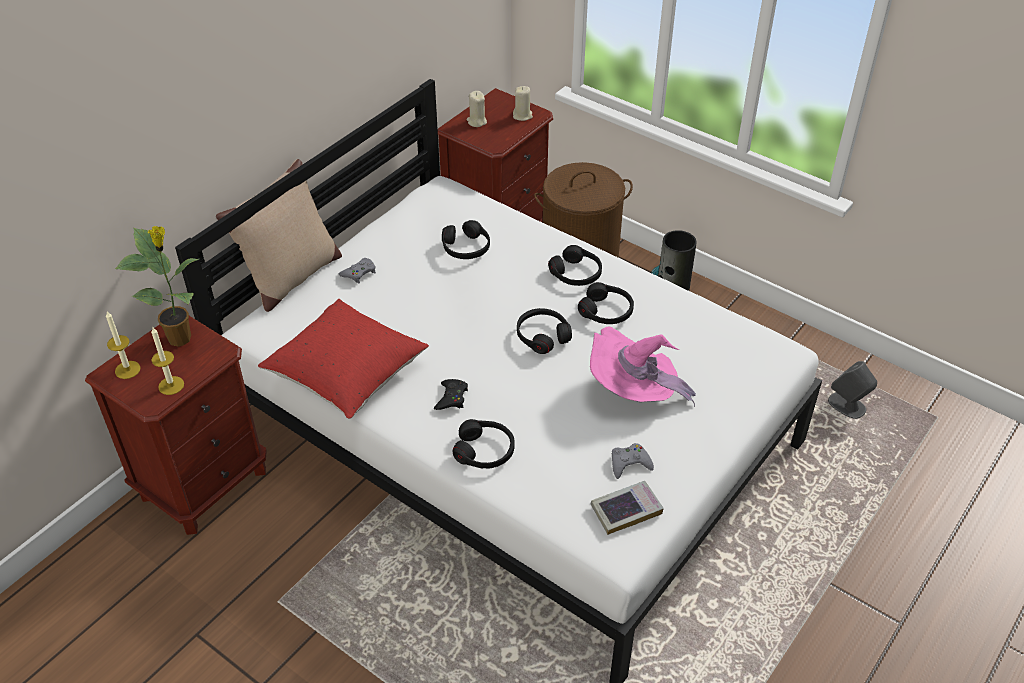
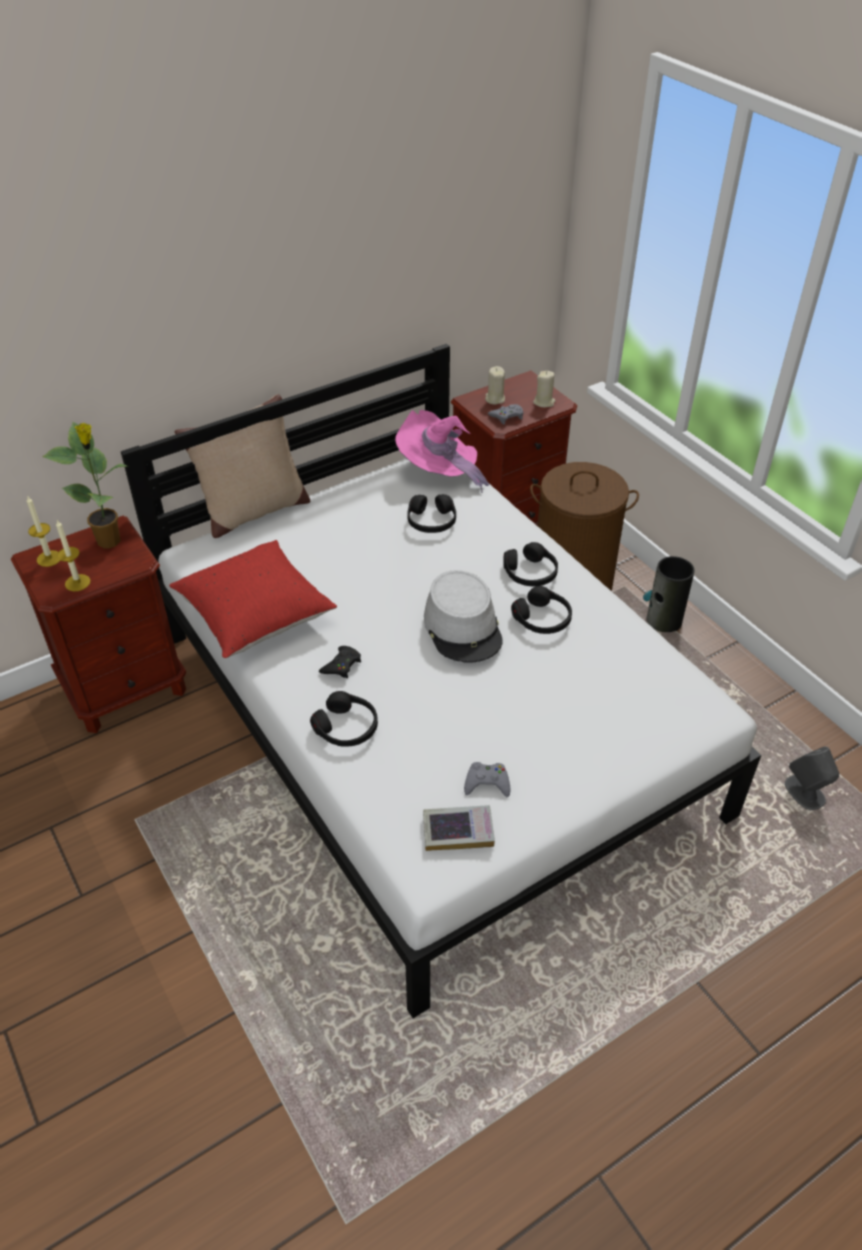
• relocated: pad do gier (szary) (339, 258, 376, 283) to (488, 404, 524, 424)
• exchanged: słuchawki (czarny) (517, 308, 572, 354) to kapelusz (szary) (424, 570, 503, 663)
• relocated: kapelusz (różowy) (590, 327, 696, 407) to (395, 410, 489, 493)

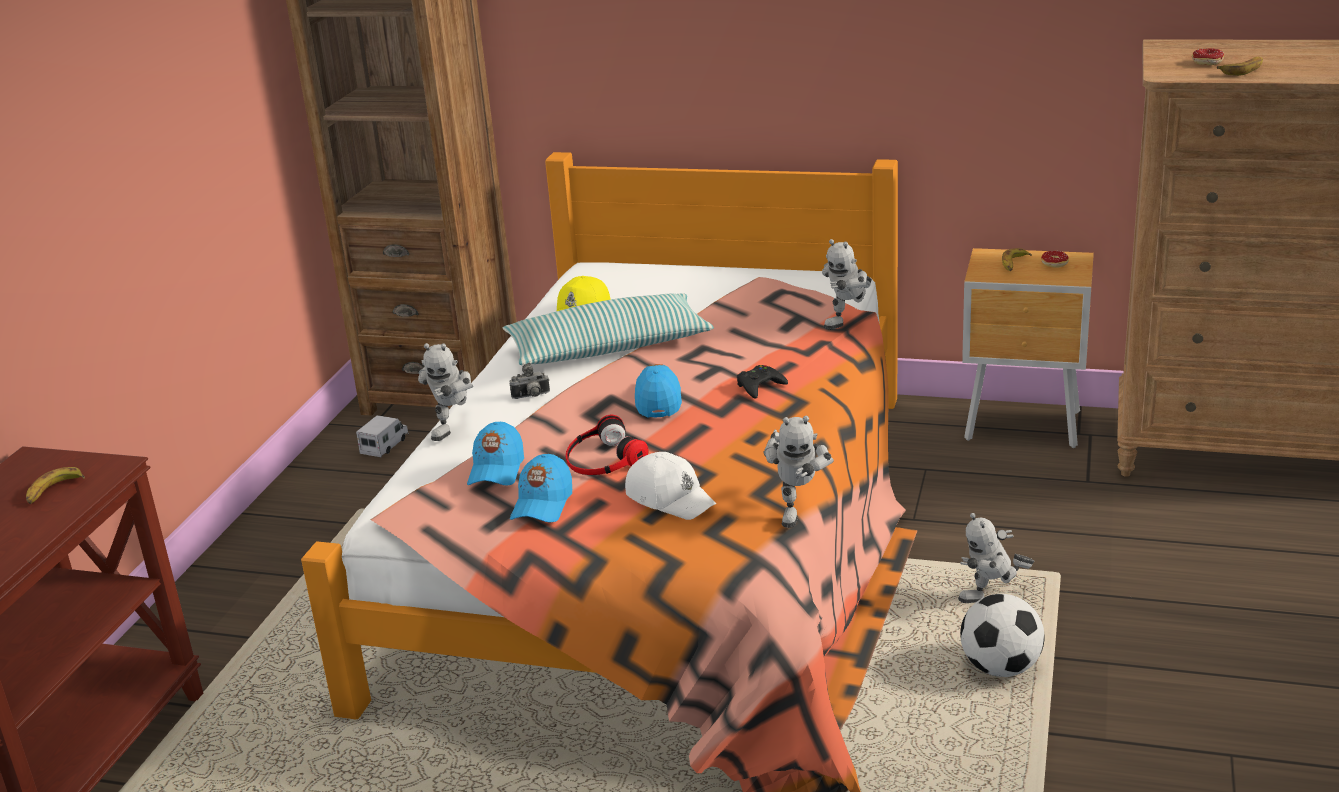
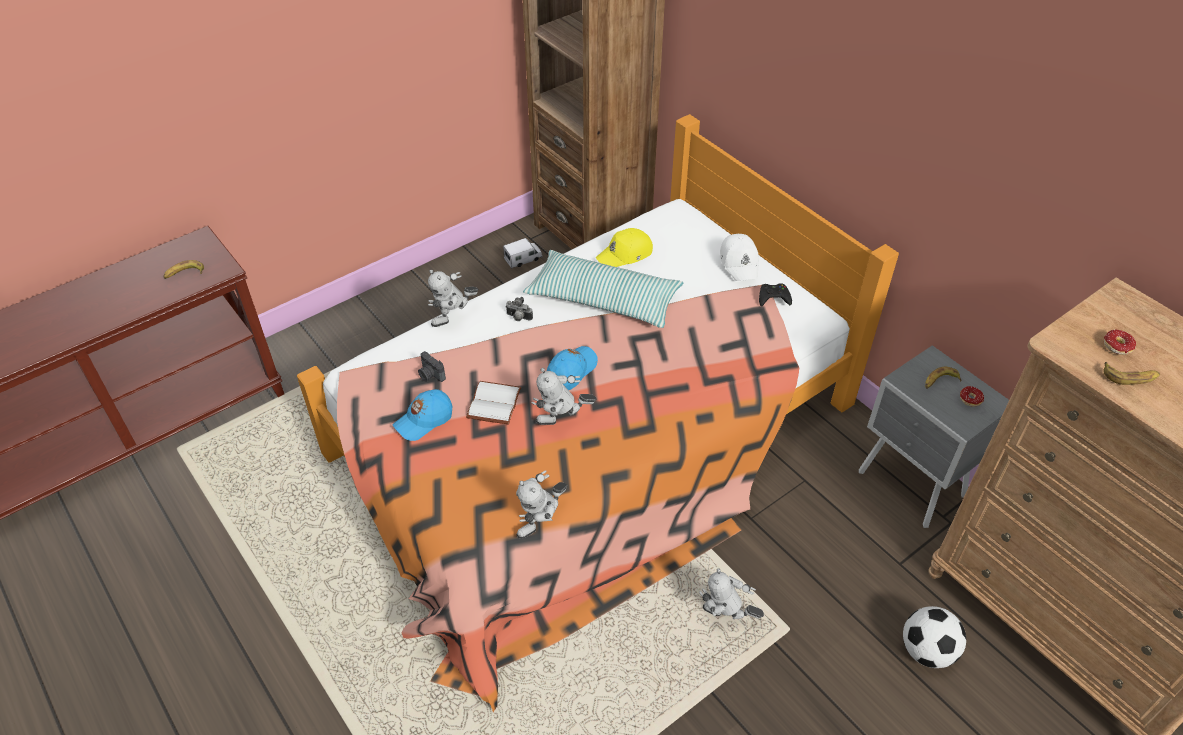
• relocated: robot zabawkowy (822, 239, 872, 330) to (531, 368, 597, 425)
• colour: szafka nocna (brązowy) (962, 248, 1094, 448) to szafka nocna (szary) (859, 345, 1009, 528)
• relocated: pad do gier (czarny) (737, 365, 788, 399) to (759, 283, 792, 306)
• exchanged: słuchawki (566, 415, 649, 475) to książka (biały) (466, 381, 521, 425)
• exchanged: czapka z daszkiem (niebieski) (467, 422, 524, 486) to aparat fotograficzny (418, 351, 446, 382)
• relocated: czapka z daszkiem (biały) (625, 452, 717, 520) to (720, 234, 759, 281)
• relocated: piłka futbolowa (960, 594, 1045, 677) to (903, 606, 966, 668)

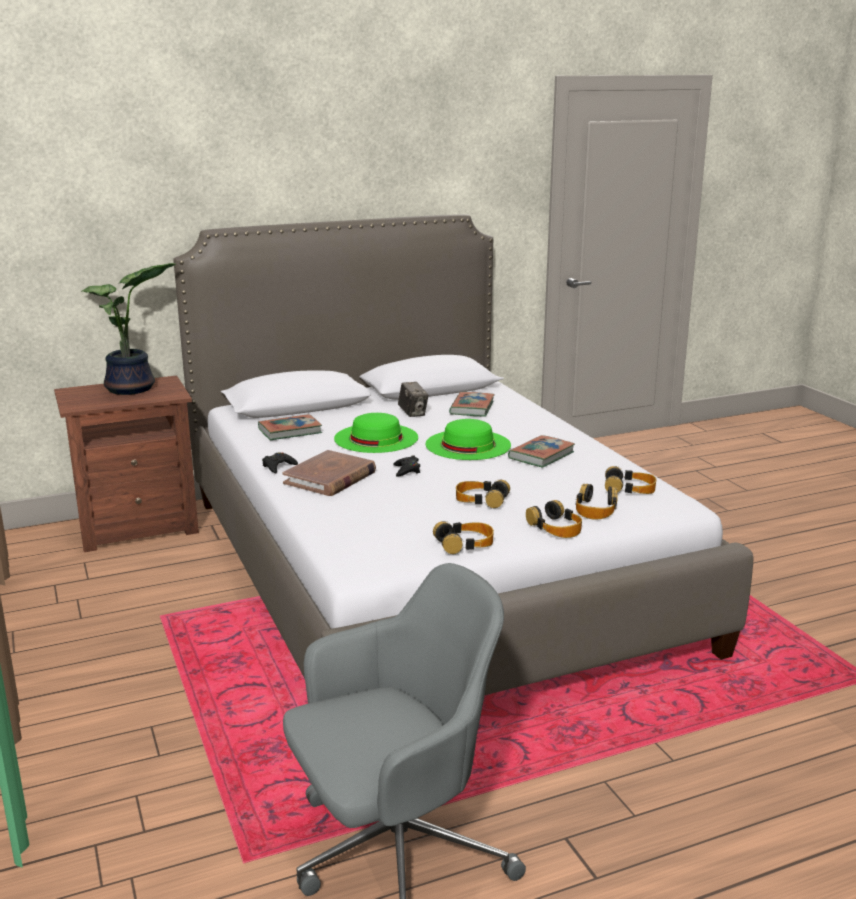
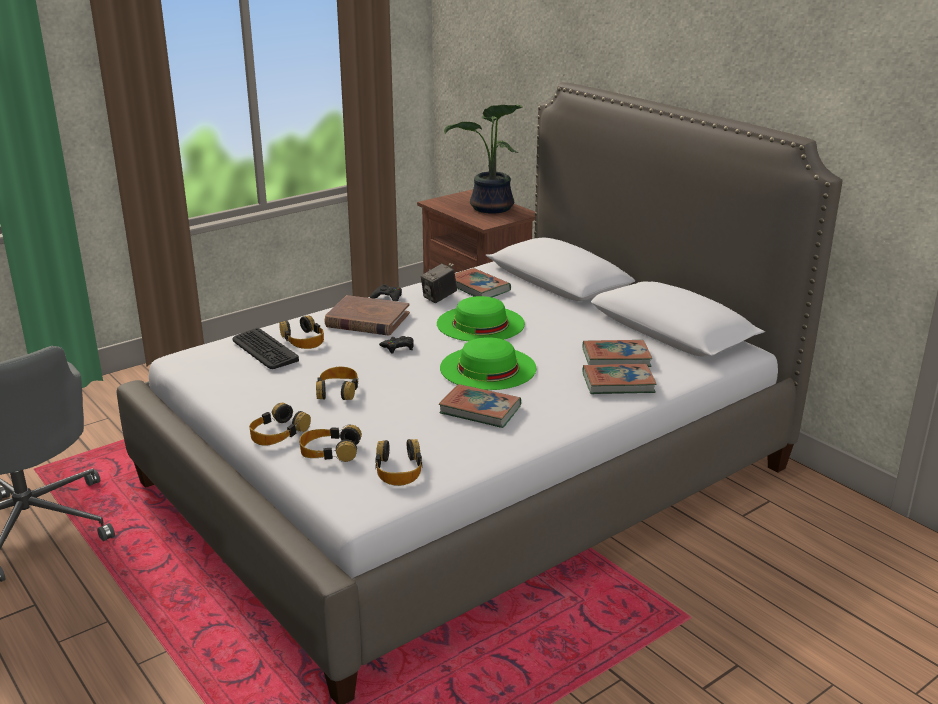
• relocated: aparat fotograficzny (398, 382, 429, 417) to (421, 263, 457, 303)
• relocated: słuchawki (433, 521, 494, 554) to (279, 315, 324, 349)
• appeared: klawiatura (232, 328, 299, 369)
• appeared: książka (583, 363, 656, 394)

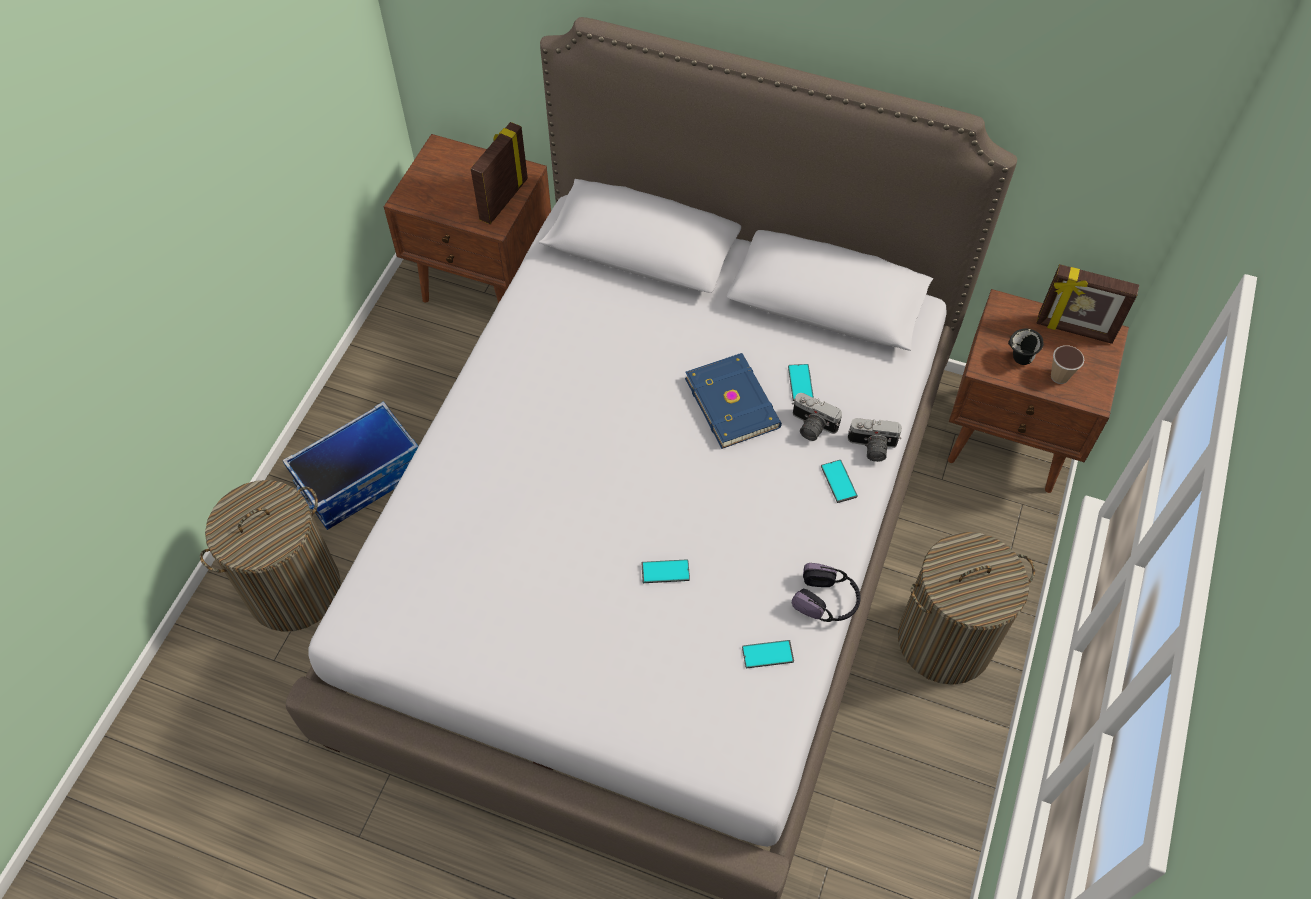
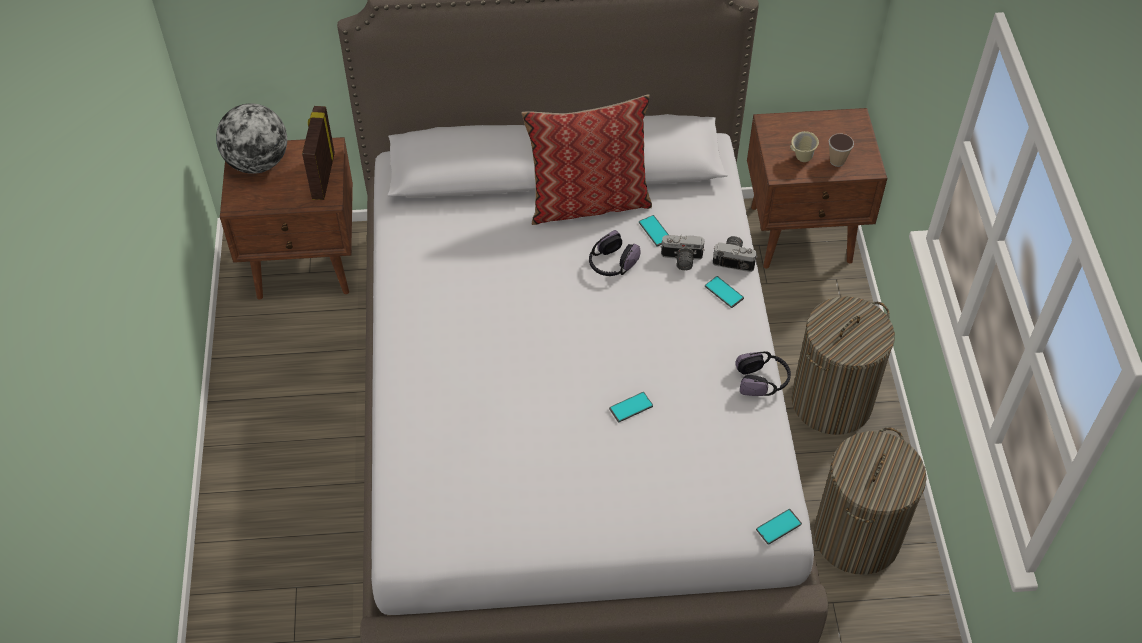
• missing: ramka na zdjęcie (1036, 264, 1139, 344)
• colour: kubek (czarny) (1008, 329, 1044, 365) to kubek (beżowy) (790, 131, 819, 162)
• exchanged: książka (niebieski) (685, 353, 782, 449) to słuchawki (589, 230, 641, 276)
• missing: pojemnik do przechowywania (282, 401, 419, 530)
• spun: aparat fotograficzny (848, 418, 902, 462) = (713, 236, 758, 272) 150 degrees counterclockwise
• relocated: kosz na pranie (200, 480, 341, 632) to (814, 427, 927, 575)
• relocated: telefon (742, 640, 794, 668) to (756, 509, 802, 545)
• appeared: poduszka (522, 94, 652, 225)
• appeared: globus (216, 103, 287, 174)

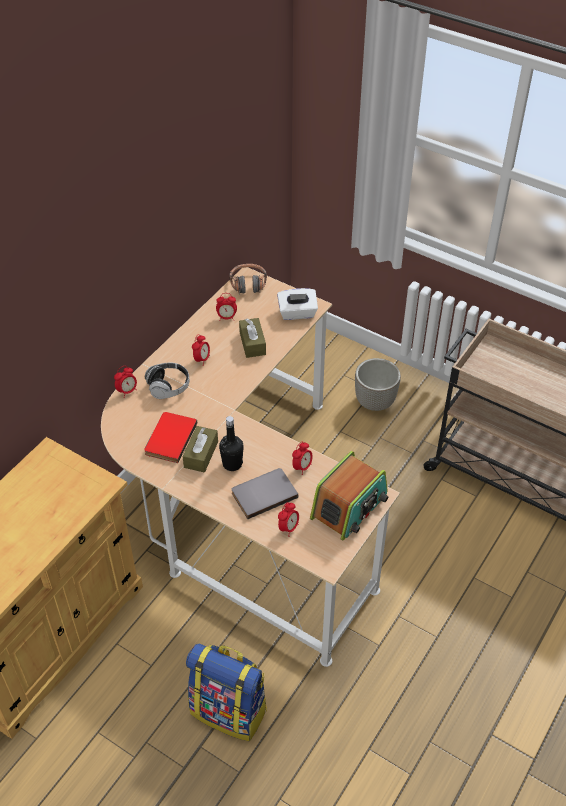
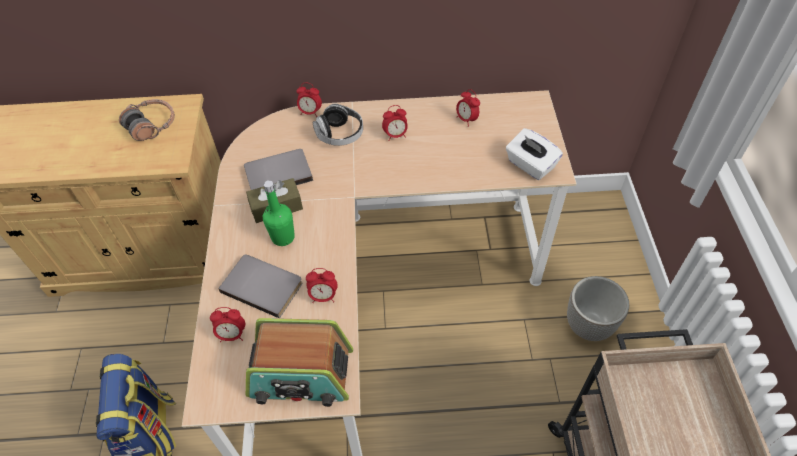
• relocated: słuchawki (229, 264, 267, 294) to (119, 99, 175, 141)
• missing: pudełko chusteczek (brązowy) (239, 318, 266, 358)
• colour: książka (czerwony) (144, 412, 197, 463) to książka (szary) (244, 149, 313, 190)
• colour: butelka (czarny) (219, 416, 244, 471) to butelka (zielony) (263, 180, 295, 246)

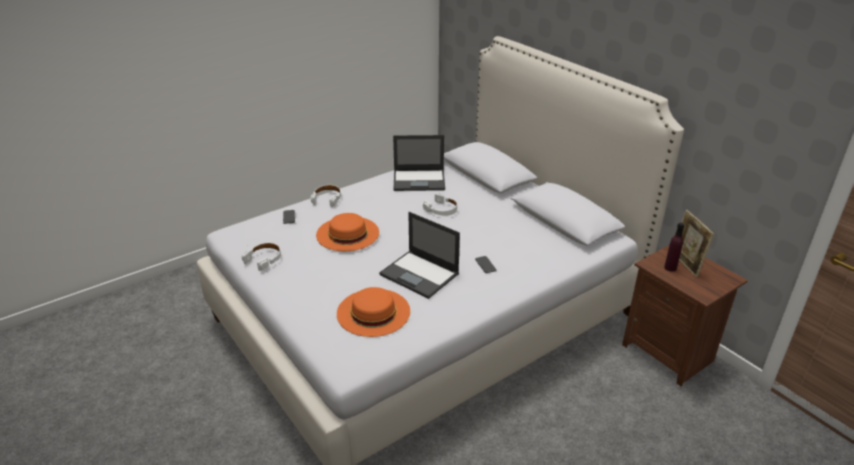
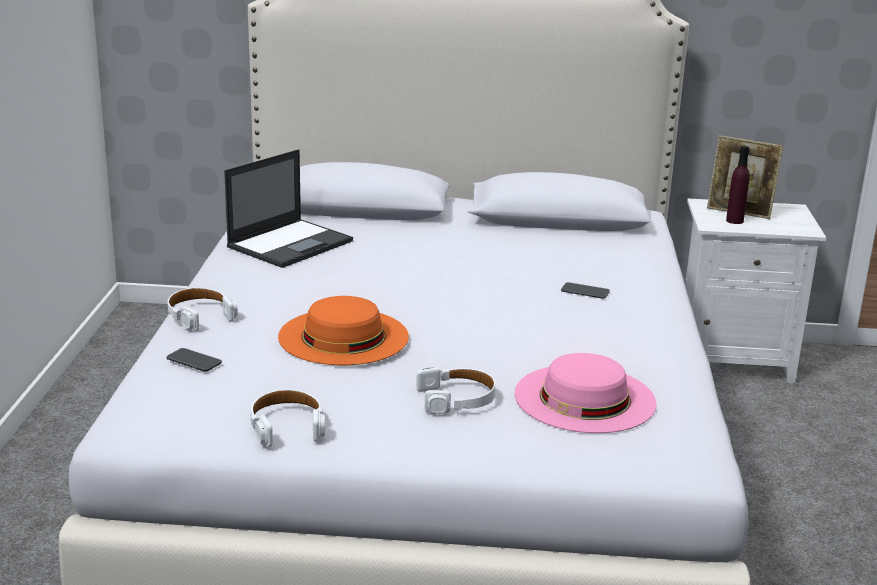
• relocated: słuchawki (biały) (423, 193, 457, 216) to (416, 367, 495, 414)
• missing: laptop (379, 212, 460, 299)
• colour: szafka nocna (brązowy) (622, 245, 748, 387) to szafka nocna (biały) (685, 198, 826, 383)
• colour: kapelusz (pomarańczowy) (337, 287, 410, 337) to kapelusz (różowy) (514, 353, 657, 433)

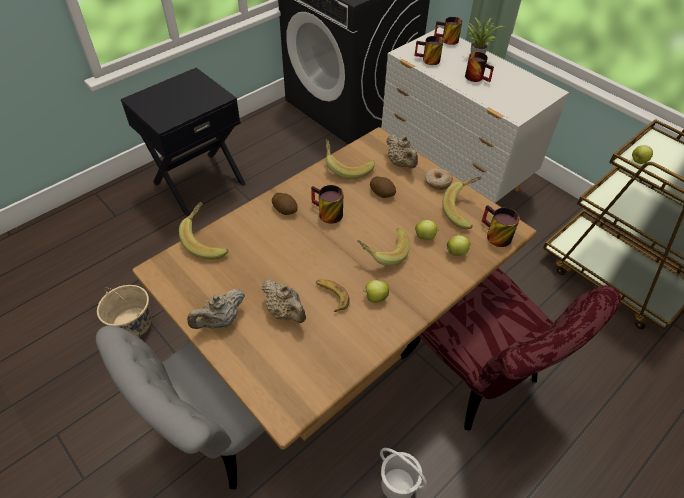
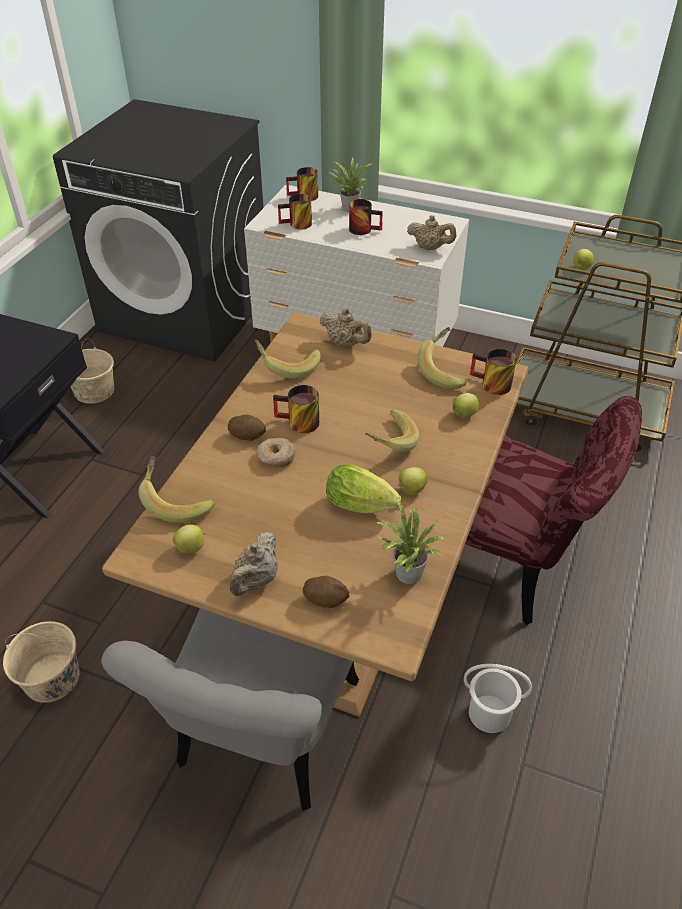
• relocated: donut (425, 168, 453, 191) to (257, 438, 296, 468)
• relocated: ziemniak (370, 176, 396, 198) to (303, 576, 349, 608)
• relocated: jabłko (415, 220, 439, 240) to (173, 524, 206, 554)
• relocated: imbryk (beżowy) (262, 279, 306, 323) to (407, 215, 456, 250)
• exchanged: banan (316, 279, 350, 312) to sałata (326, 463, 401, 513)
• appeared: wiadro (beżowy) (71, 339, 114, 404)
• appeared: roślina doniczkowa (374, 495, 449, 584)

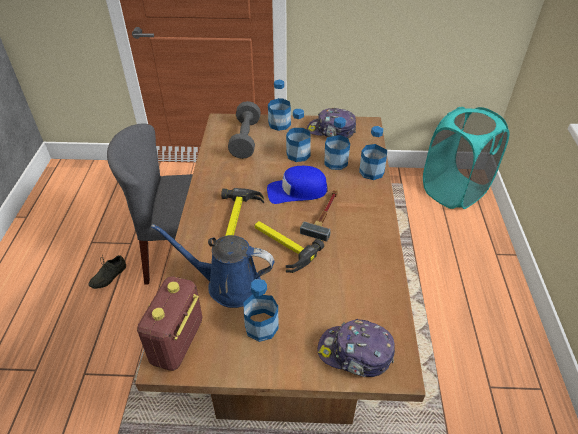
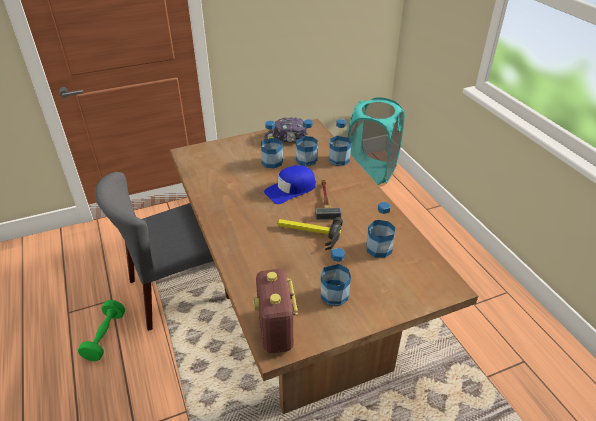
• relocated: butelka (268, 80, 291, 131) to (367, 202, 395, 258)
• missing: hantel (szary) (228, 101, 261, 159)
• missing: młotek (221, 188, 264, 236)
• missing: konewka (niebieski) (151, 224, 275, 308)
• exchanged: but (szary) (88, 255, 126, 289) to hantel (zielony) (78, 300, 125, 361)
• missing: czapka z daszkiem (318, 319, 395, 377)

